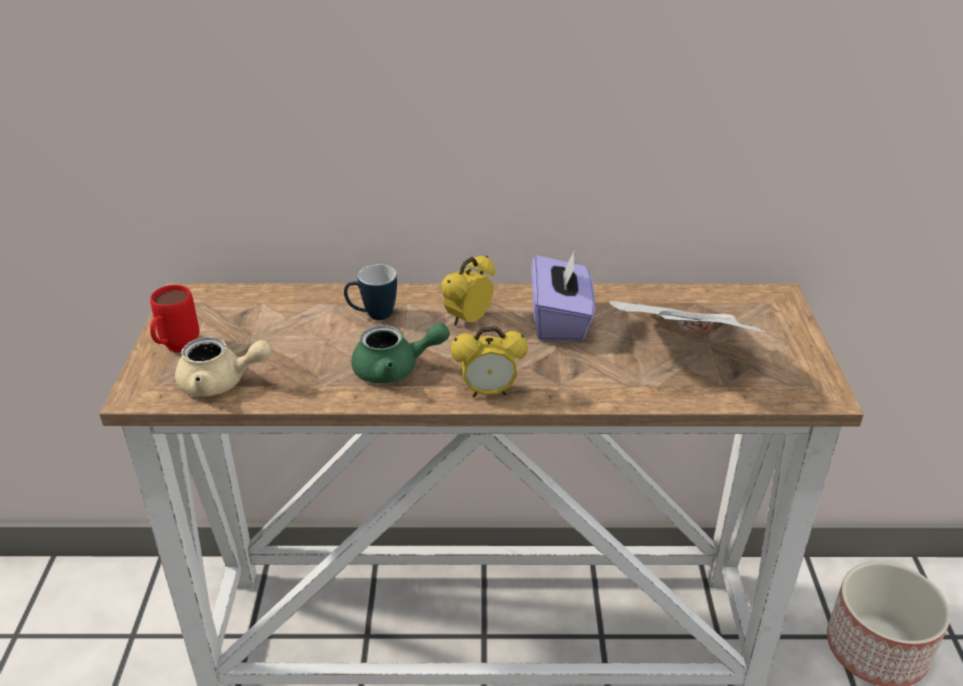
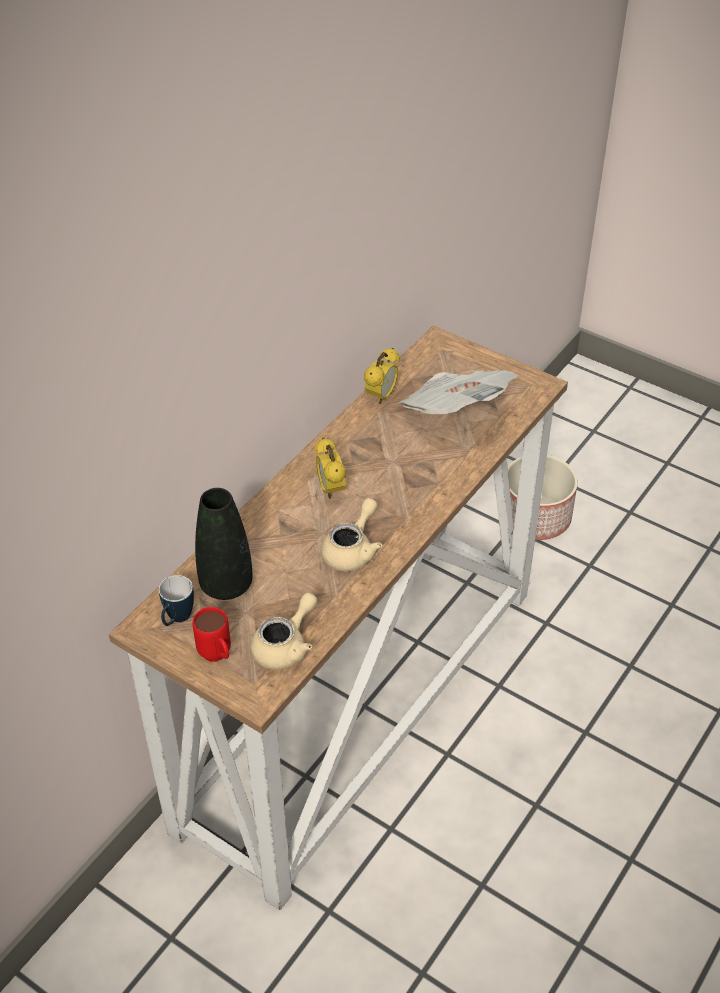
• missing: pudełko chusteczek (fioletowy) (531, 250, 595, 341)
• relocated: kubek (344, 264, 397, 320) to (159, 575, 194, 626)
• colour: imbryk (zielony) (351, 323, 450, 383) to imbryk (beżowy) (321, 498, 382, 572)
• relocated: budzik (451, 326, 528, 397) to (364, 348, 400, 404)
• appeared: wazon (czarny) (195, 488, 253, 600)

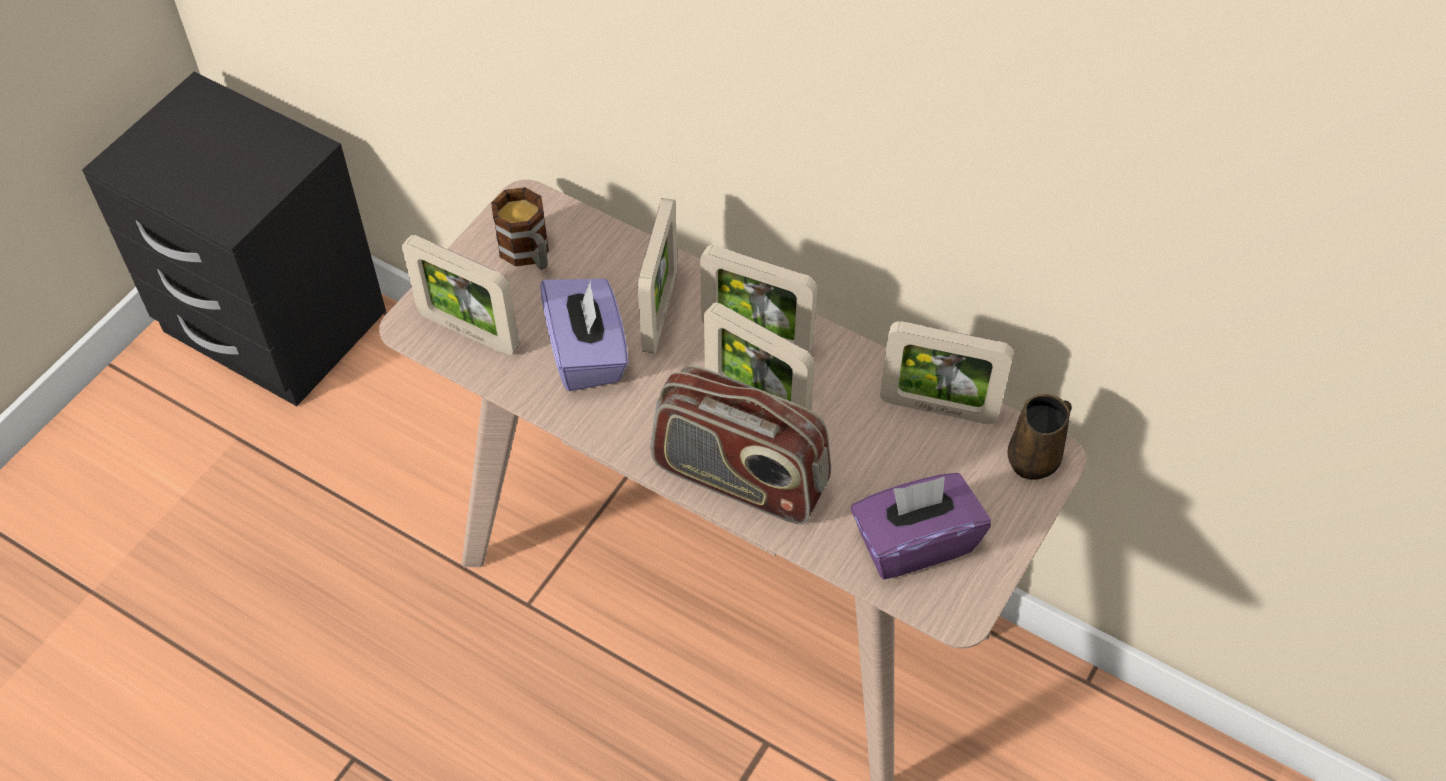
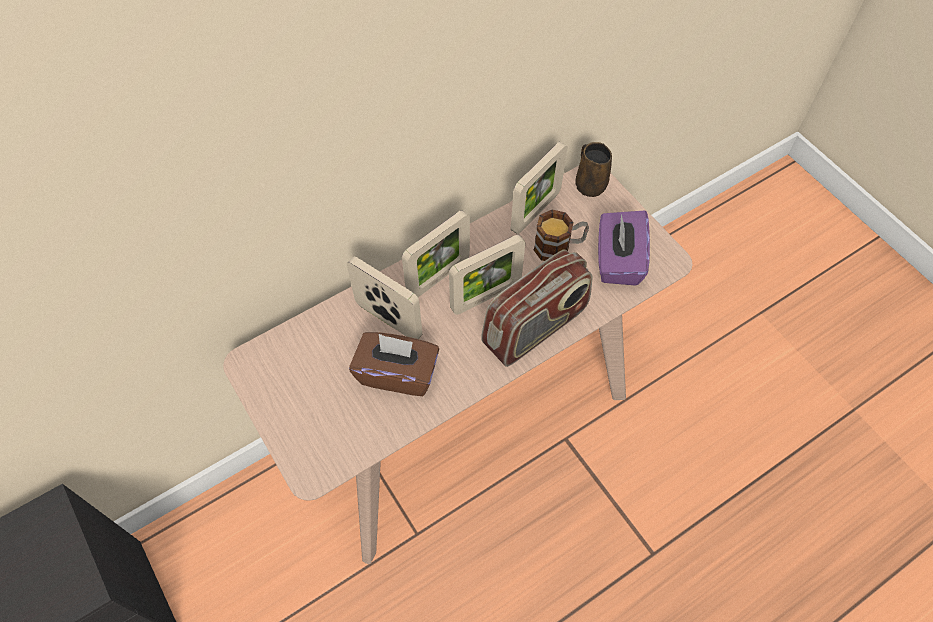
• relocated: kubek (491, 187, 549, 270) to (534, 210, 589, 261)
• missing: ramka na zdjęcie (402, 235, 519, 355)
• colour: pudełko chusteczek (fioletowy) (540, 279, 629, 391) to pudełko chusteczek (brązowy) (349, 332, 439, 396)

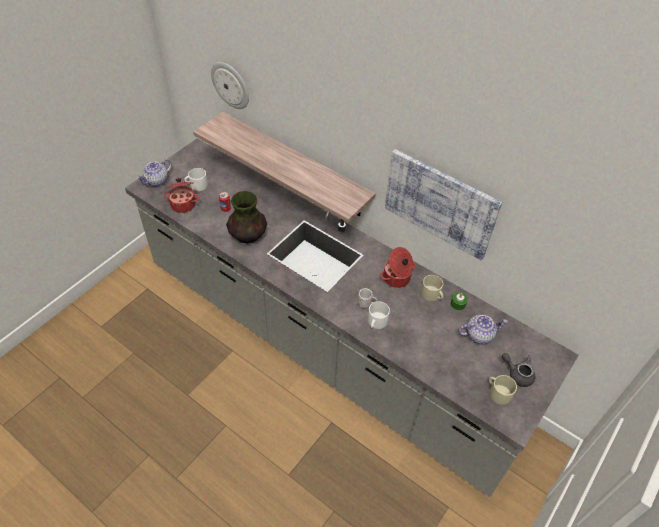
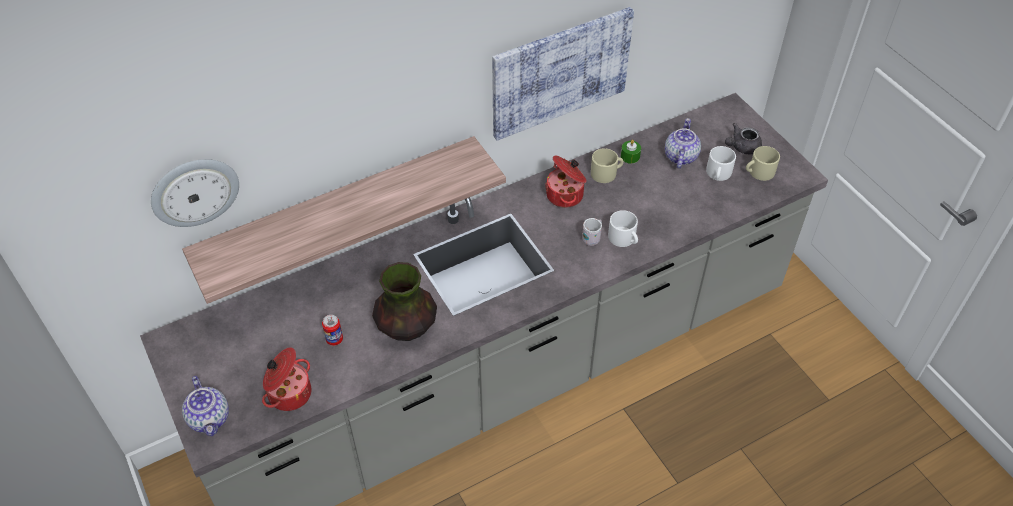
• relocated: kubek (biały) (184, 168, 208, 191) to (706, 146, 736, 181)

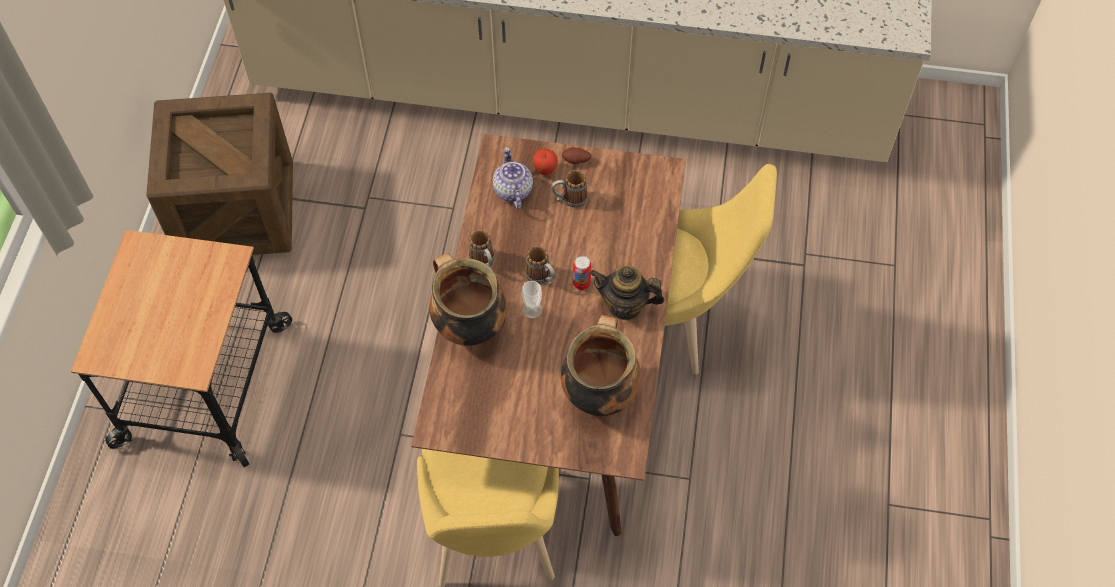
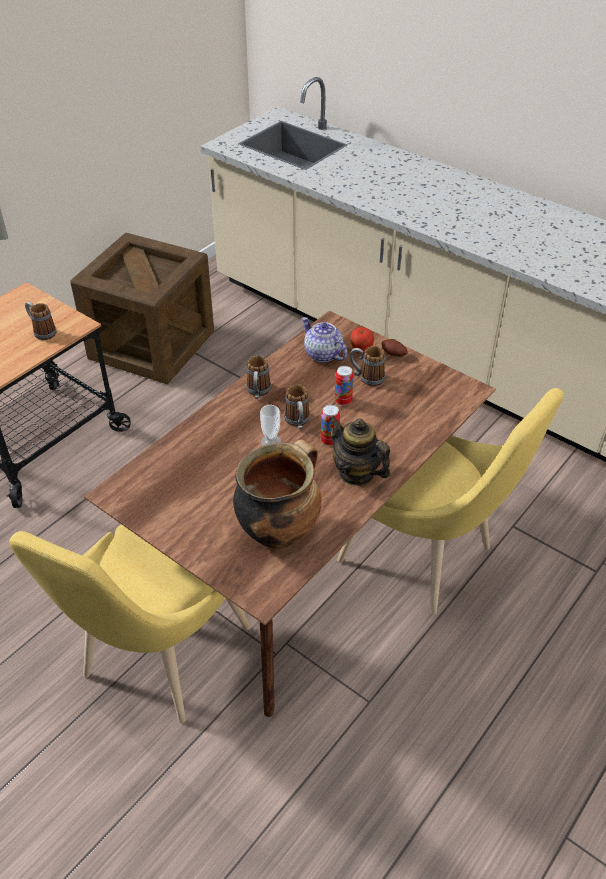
• spun: imbryk (493, 147, 533, 209) = (301, 317, 347, 362) 60 degrees counterclockwise
• missing: garnek (429, 253, 508, 346)
• appeared: kubek (25, 302, 57, 340)
• appeared: puszka (335, 366, 354, 406)

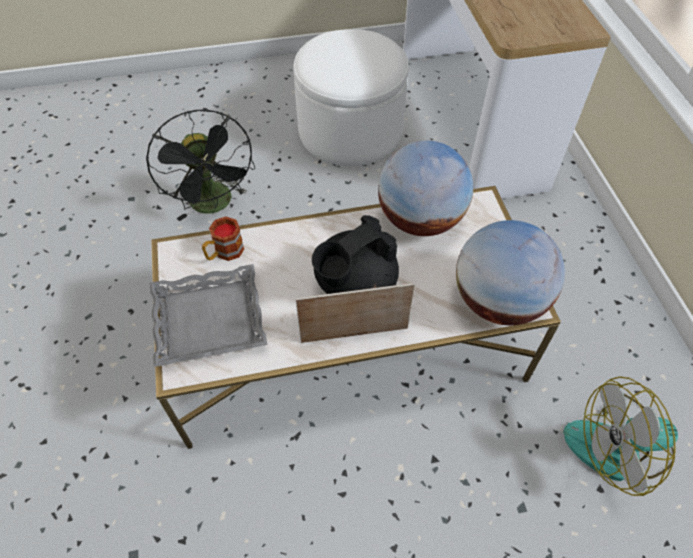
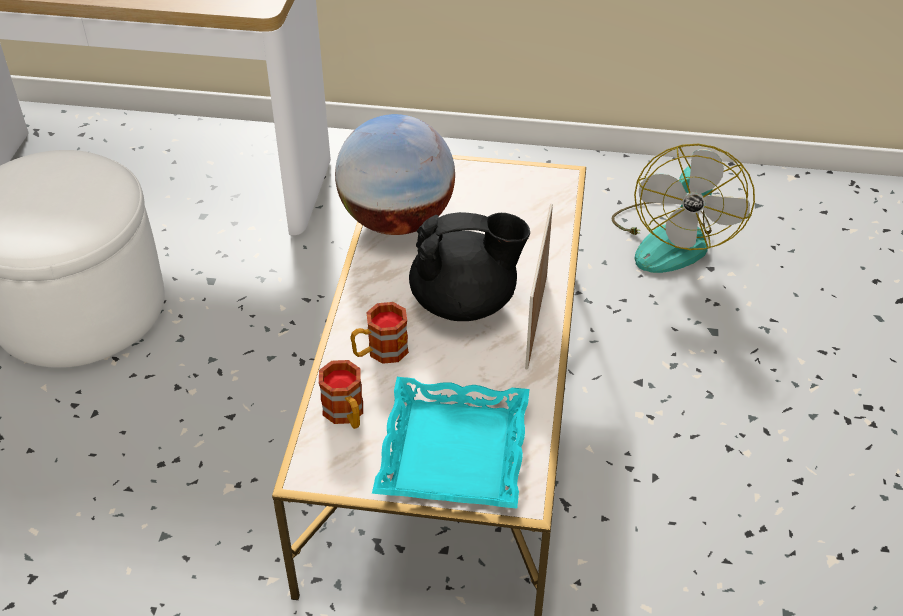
• missing: wentylator (czarny) (146, 110, 255, 221)
• spun: imbryk (czarny) (312, 215, 399, 294) = (409, 212, 530, 321) 75 degrees counterclockwise
• missing: globus (456, 220, 565, 325)
• colour: taca (szary) (150, 264, 268, 367) to taca (turkusowy) (372, 377, 530, 509)
• appeared: kubek (350, 302, 409, 364)

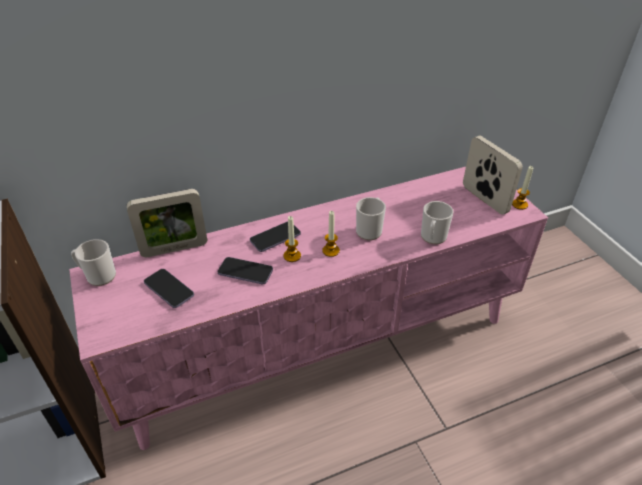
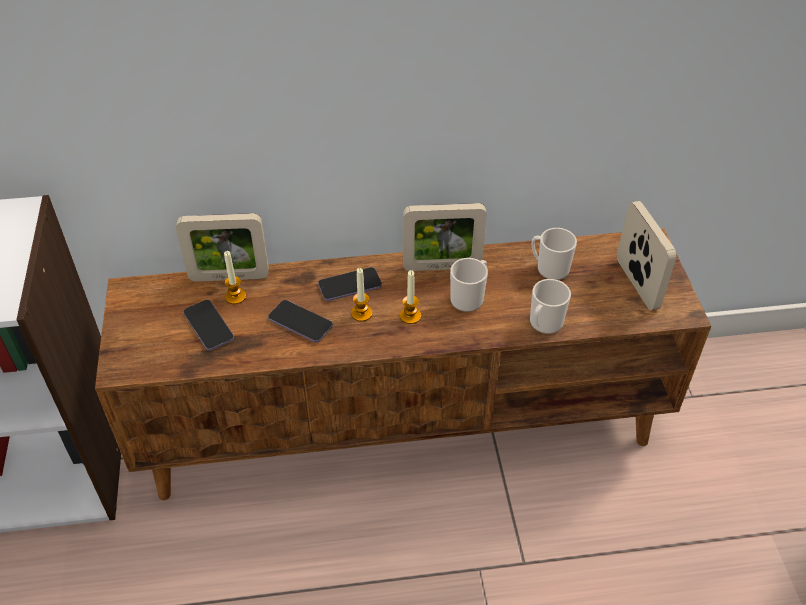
• relocated: świeca (512, 166, 533, 210) to (224, 251, 246, 304)
• colour: szafka pod telewizor (różowy) (69, 167, 548, 450) to szafka pod telewizor (brązowy) (95, 228, 711, 500)
• relocated: kubek (71, 239, 116, 286) to (531, 228, 577, 280)
• appeared: ramka na zdjęcie (403, 203, 487, 271)

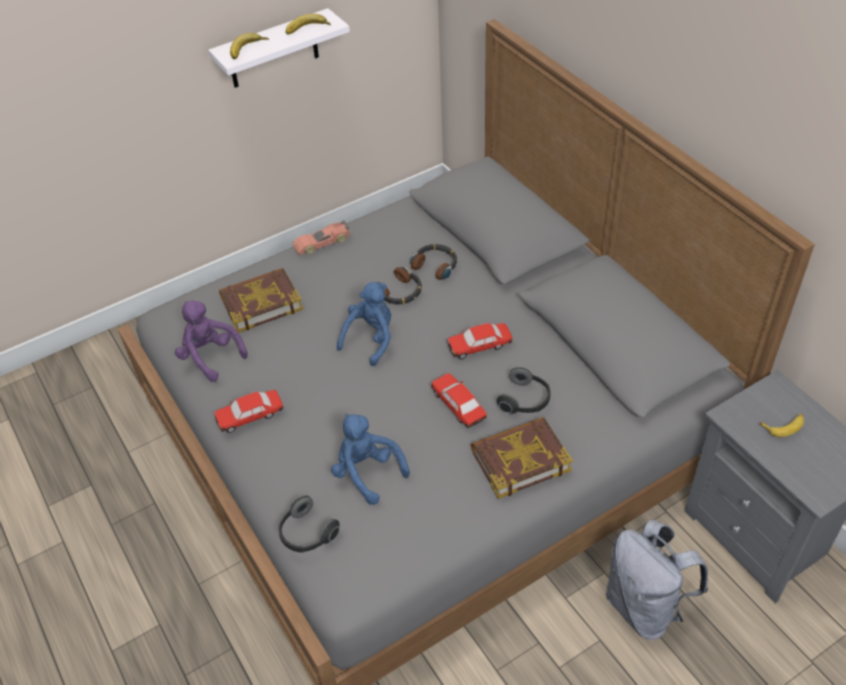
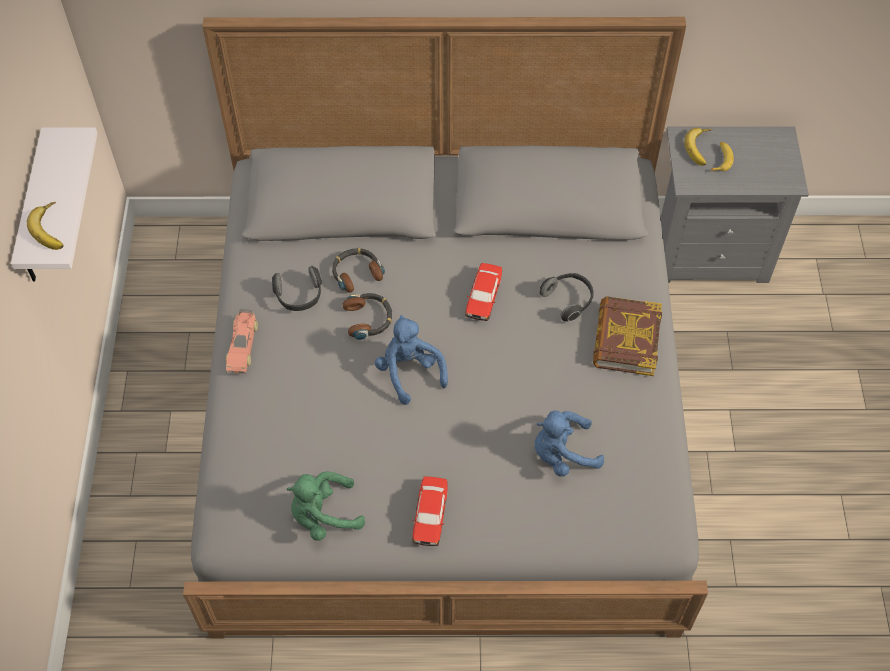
• relocated: banan (286, 14, 331, 34) to (684, 128, 712, 166)
• missing: książka (219, 268, 303, 333)
• colour: pluszak (fioletowy) (175, 301, 248, 382) to pluszak (zielony) (287, 471, 365, 541)
• missing: samochodzik (431, 373, 487, 428)
• relocated: słuchawki (278, 496, 340, 553) to (272, 266, 322, 311)
• missing: plecak (szary) (606, 519, 708, 640)

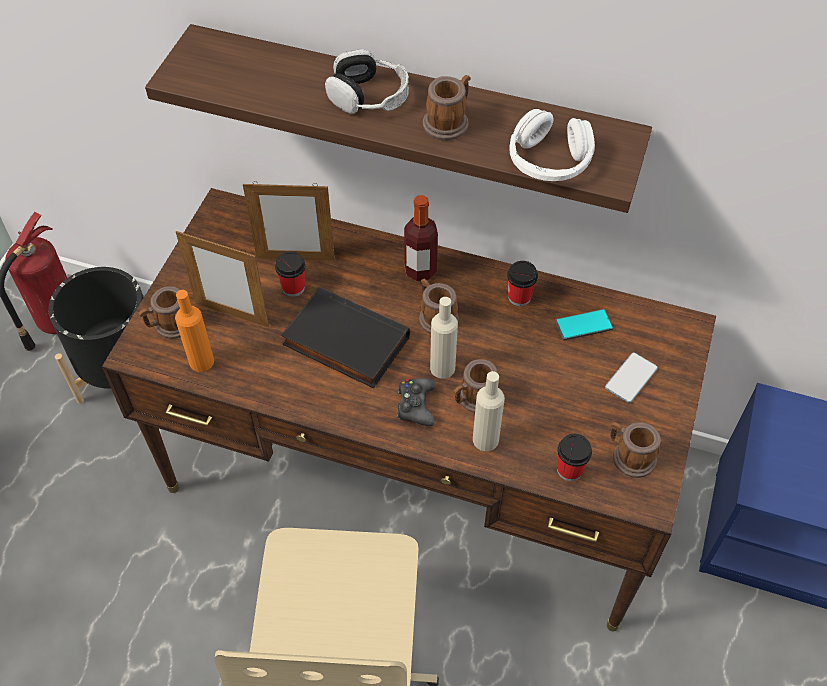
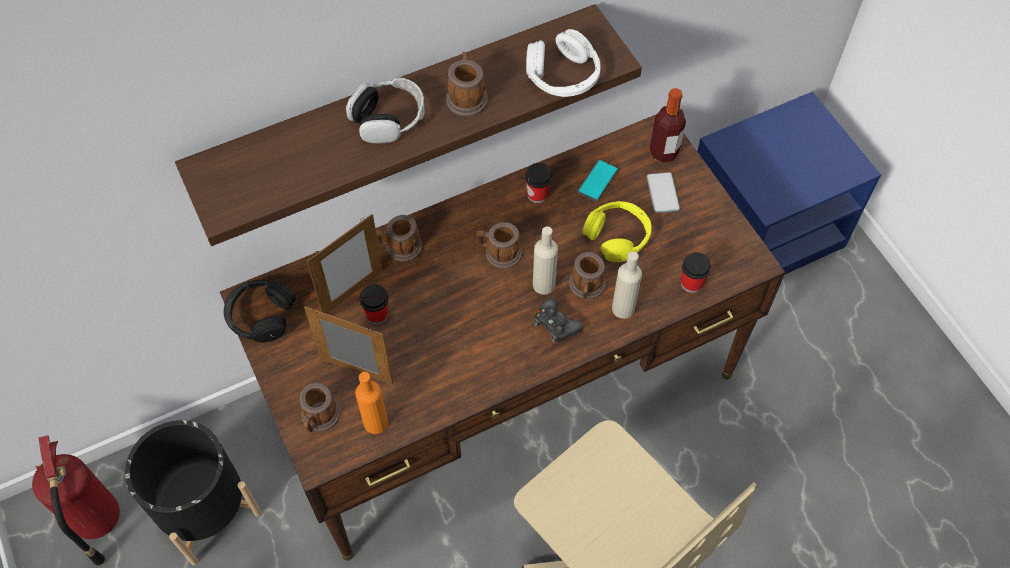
• relocated: butelka (404, 195, 438, 281) to (650, 88, 686, 163)
• spun: ramka na zdjęcie (176, 231, 269, 328) = (304, 306, 393, 385) 135 degrees counterclockwise
• missing: książka (czarny) (281, 287, 410, 388)
• relocated: kubek (610, 422, 661, 478) to (376, 215, 422, 262)
• appeared: słuchawki (żółty) (582, 201, 652, 262)
• appeared: słuchawki (czarny) (224, 280, 296, 343)

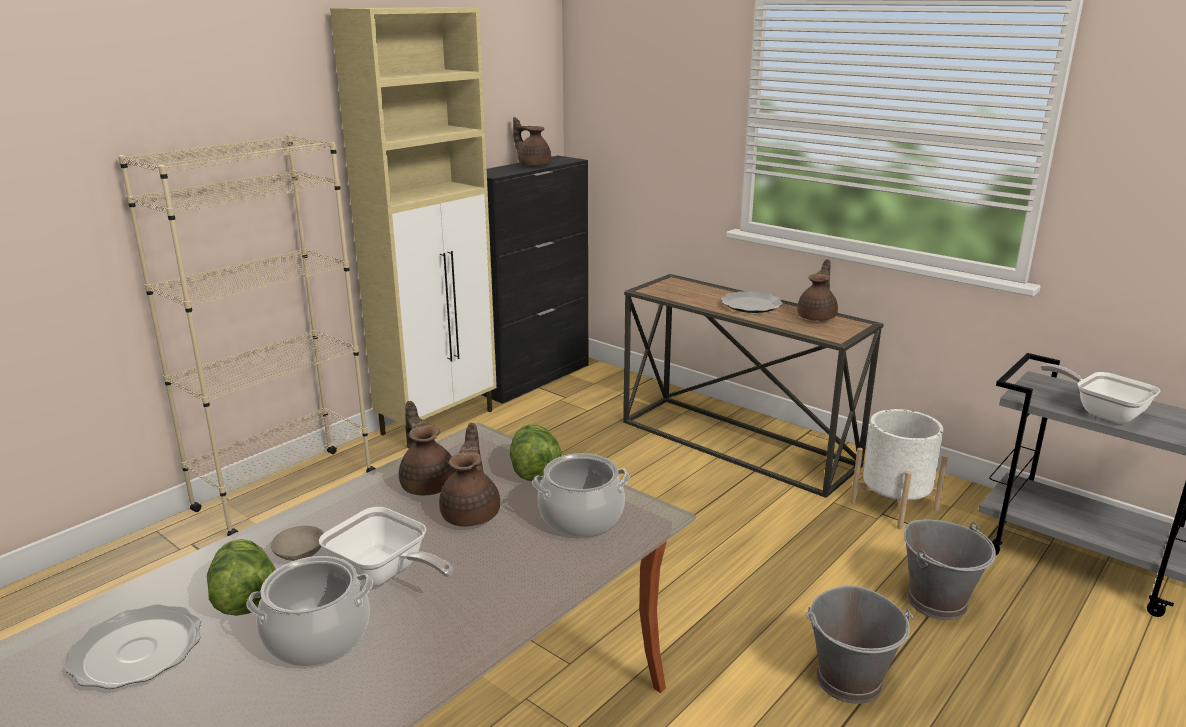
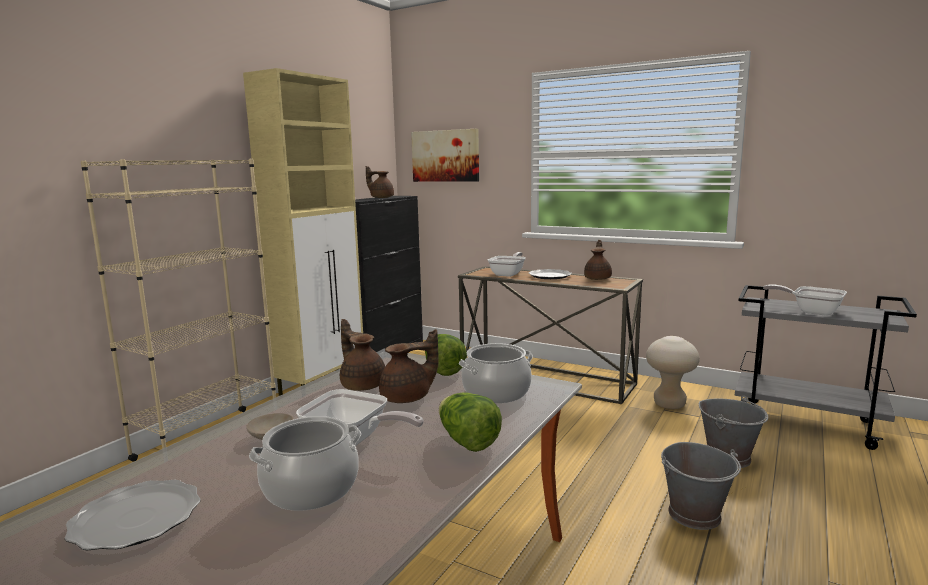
• exchanged: donica (biały) (850, 409, 948, 530) to stołek (beżowy) (646, 336, 700, 409)
• spun: imbryk (brązowy) (439, 423, 500, 527) = (379, 329, 439, 403) 75 degrees clockwise
• relocated: sałata (207, 539, 275, 616) to (439, 392, 502, 452)
• appeared: obraz (411, 129, 479, 182)
• appeared: patelnia (488, 252, 526, 277)

